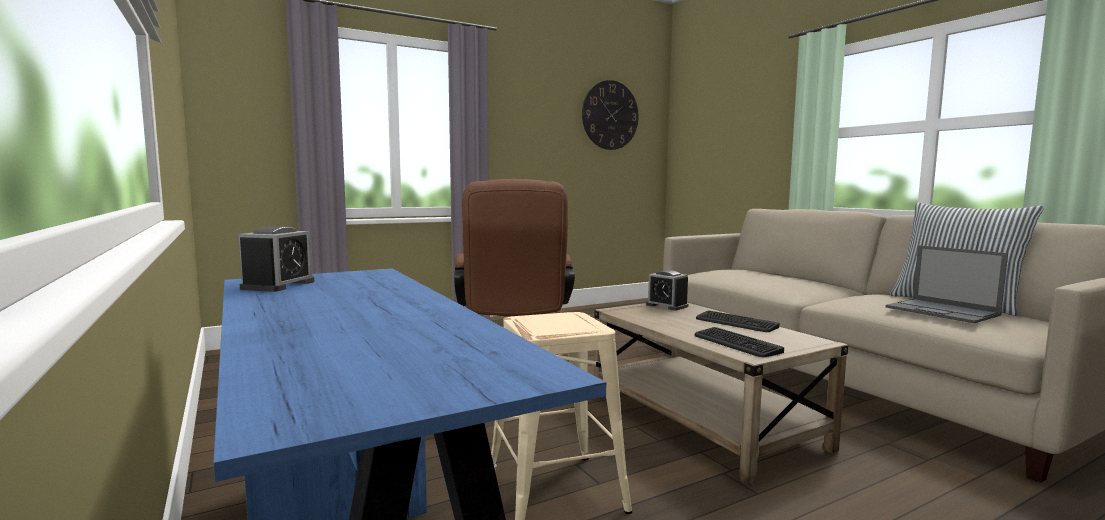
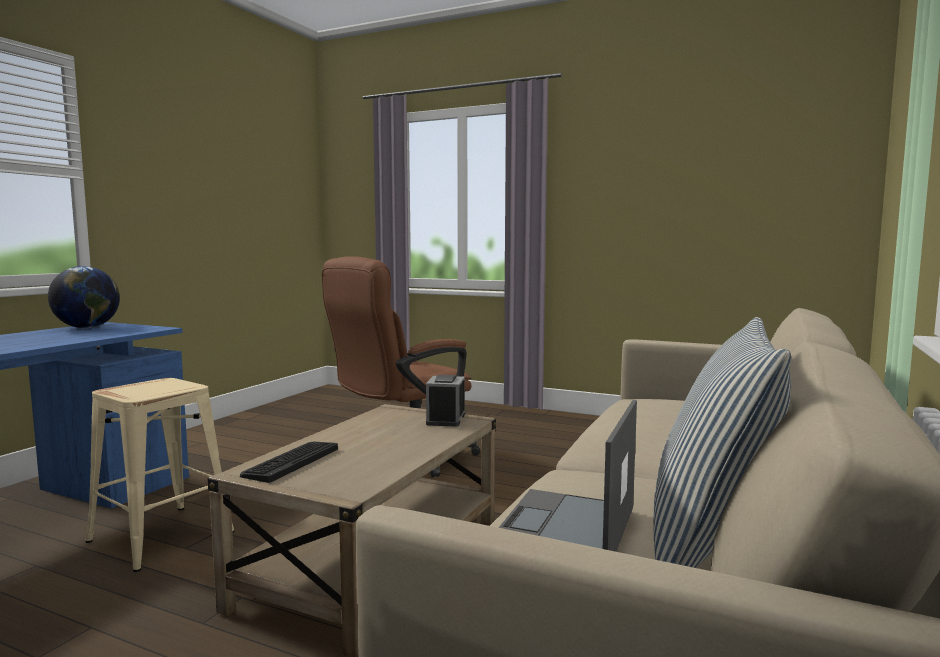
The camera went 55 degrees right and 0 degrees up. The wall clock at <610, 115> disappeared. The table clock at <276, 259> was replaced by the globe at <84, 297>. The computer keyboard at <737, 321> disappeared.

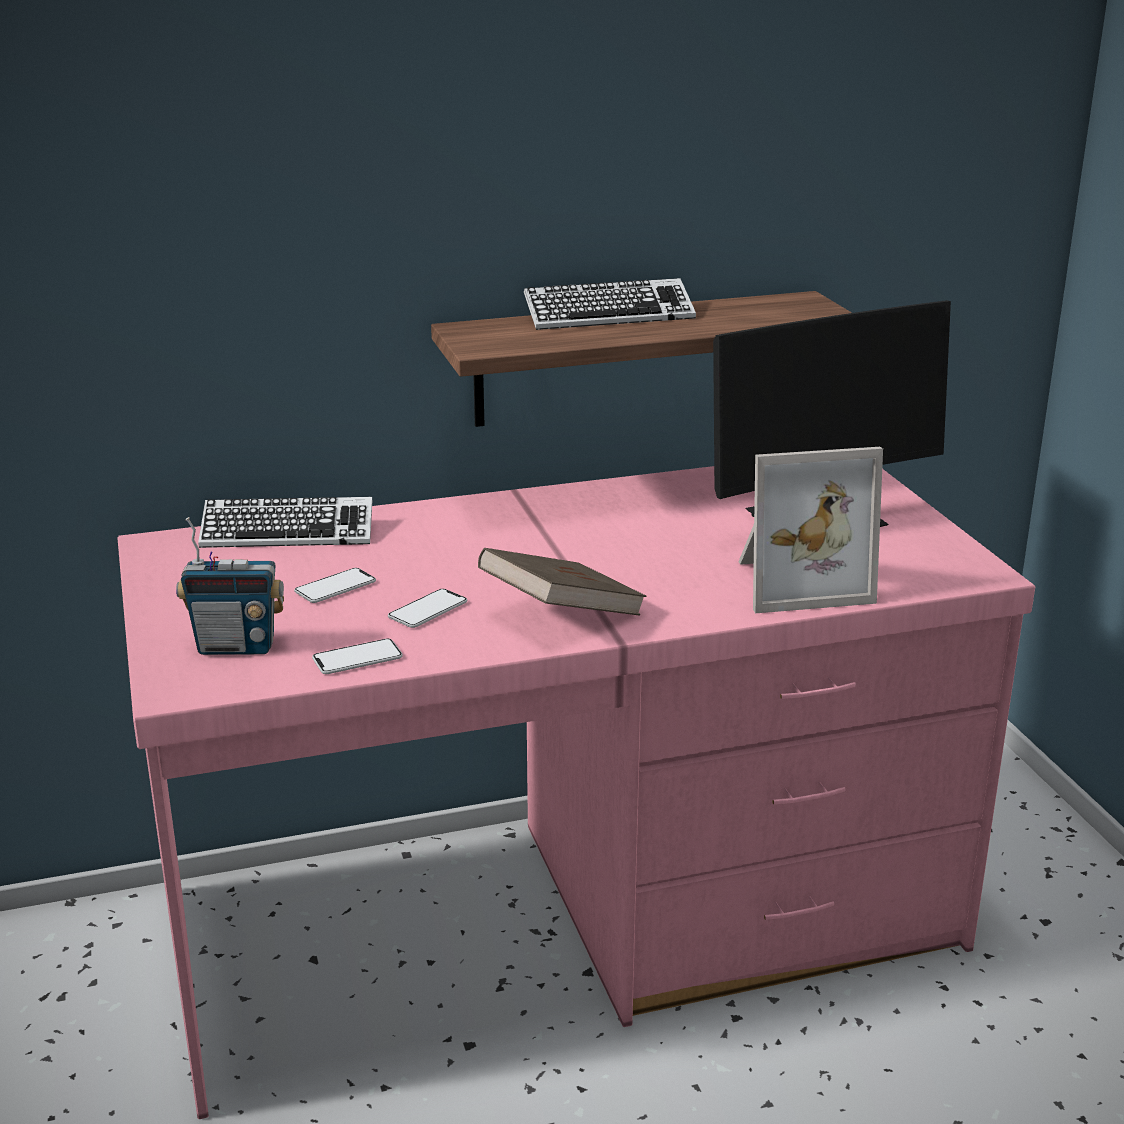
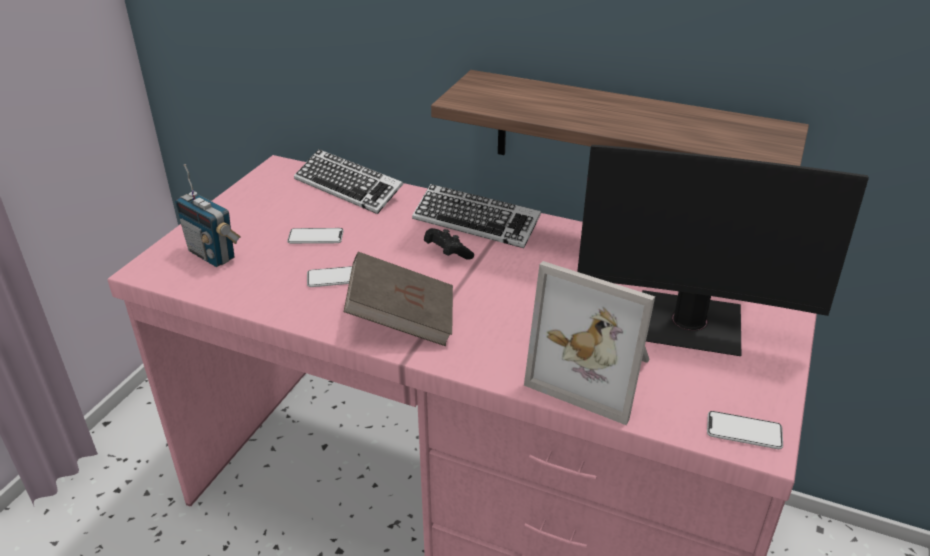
The camera went 40 degrees right and 10 degrees up. The computer keyboard moved from <610, 304> to <476, 216>. The phone moved from <357, 656> to <745, 430>. The black joypad at <449, 244> appeared.

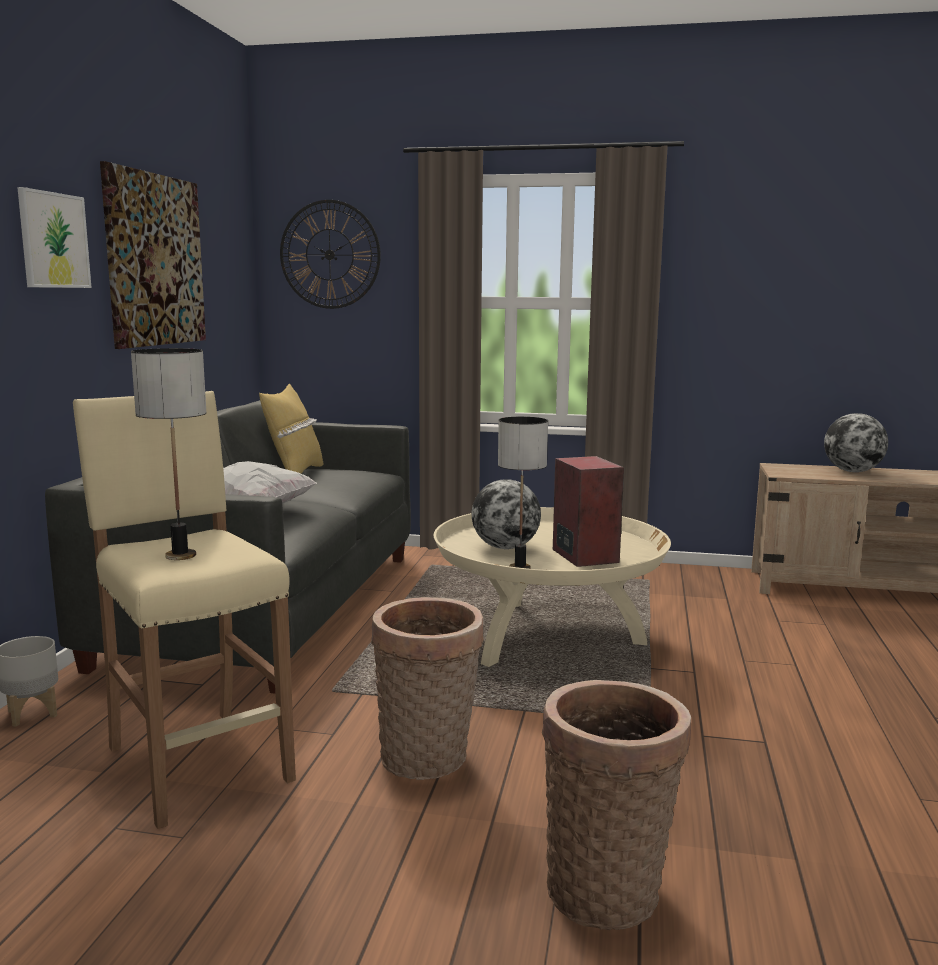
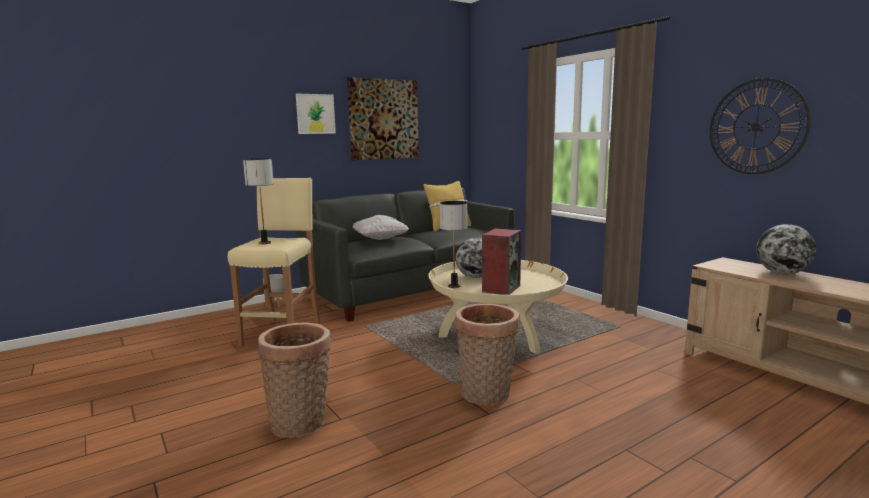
The camera went 45 degrees right and 0 degrees up. The wall clock moved from <330, 254> to <760, 126>. The storage basket moved from <427, 688> to <487, 354>.

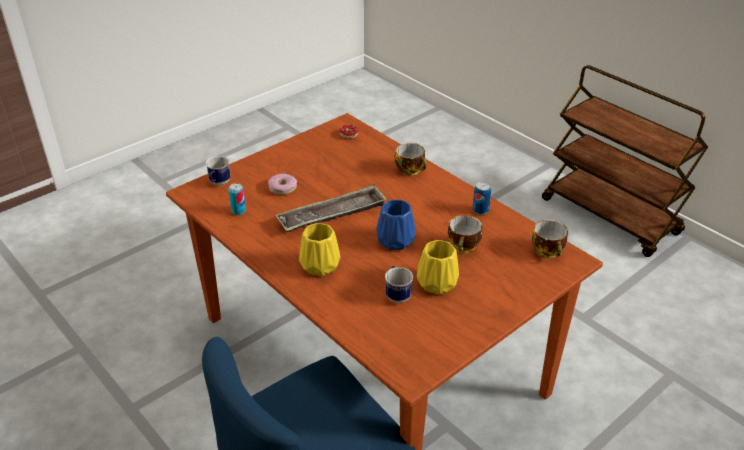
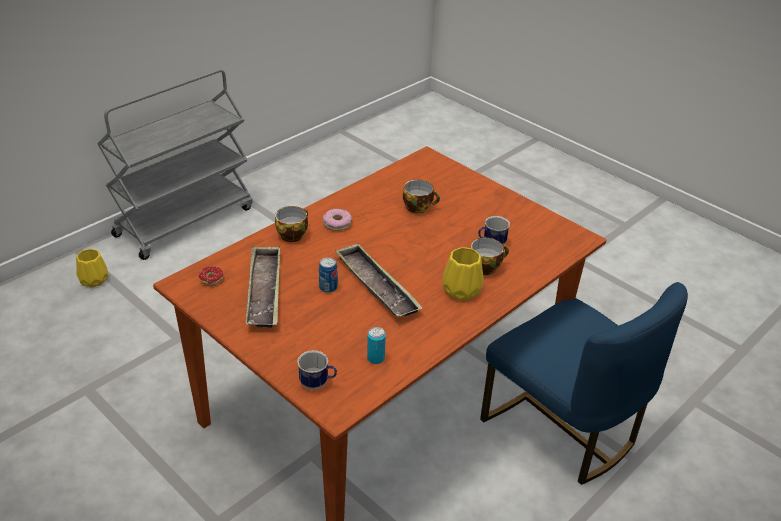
The camera went 95 degrees left and 0 degrees up. The brownish trolley at <625, 161> became the greyish trolley at <175, 164>. The doughnut moved from <282, 184> to <337, 219>. The metal can moved from <481, 198> to <328, 275>. The blue flower vase at <396, 225> disappeared. The cup moved from <550, 239> to <490, 256>. The yellow-coloured flower vase moved from <438, 267> to <92, 268>. The carrying tray at <263, 287> appeared.

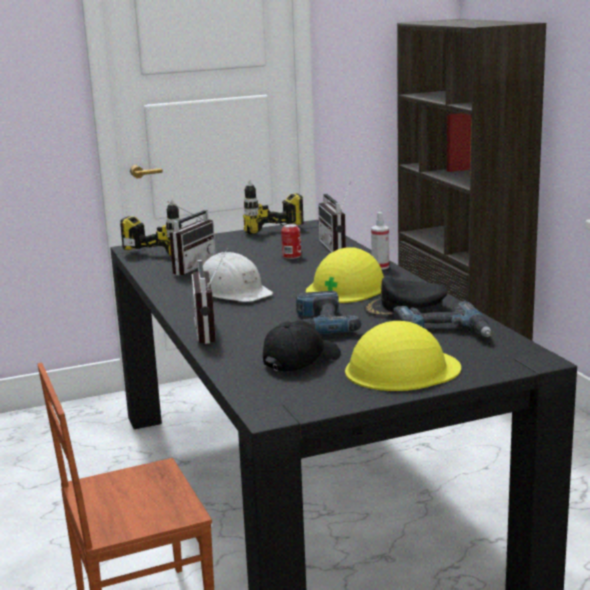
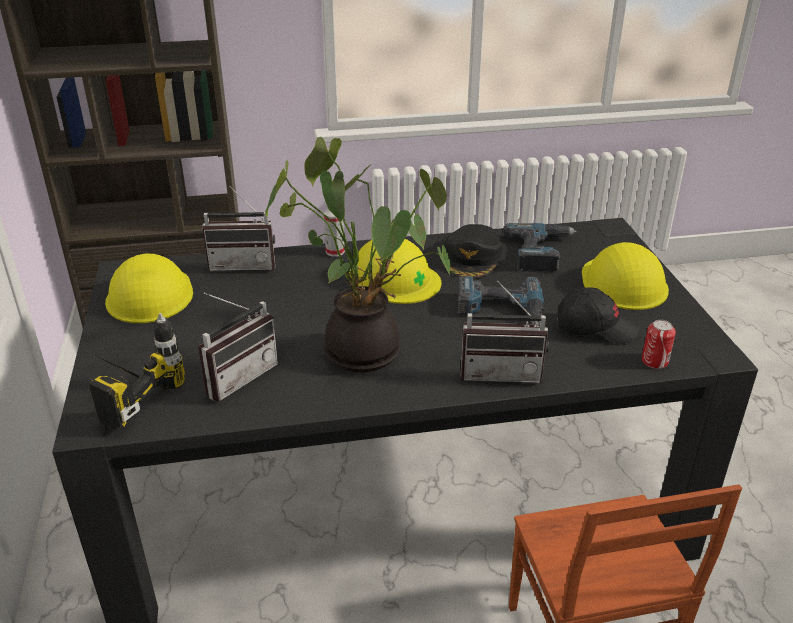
The camera went 80 degrees left and 15 degrees up. The power drill at <273, 207> was replaced by the yellow-coloured safety helmet at <149, 288>. The radio set at <191, 238> turned 90 degrees clockwise. The metal can moved from <291, 241> to <659, 344>. The white safety helmet at <238, 277> was replaced by the plant in a pot at <358, 254>. The black baseball cap at <302, 346> turned 135 degrees clockwise.

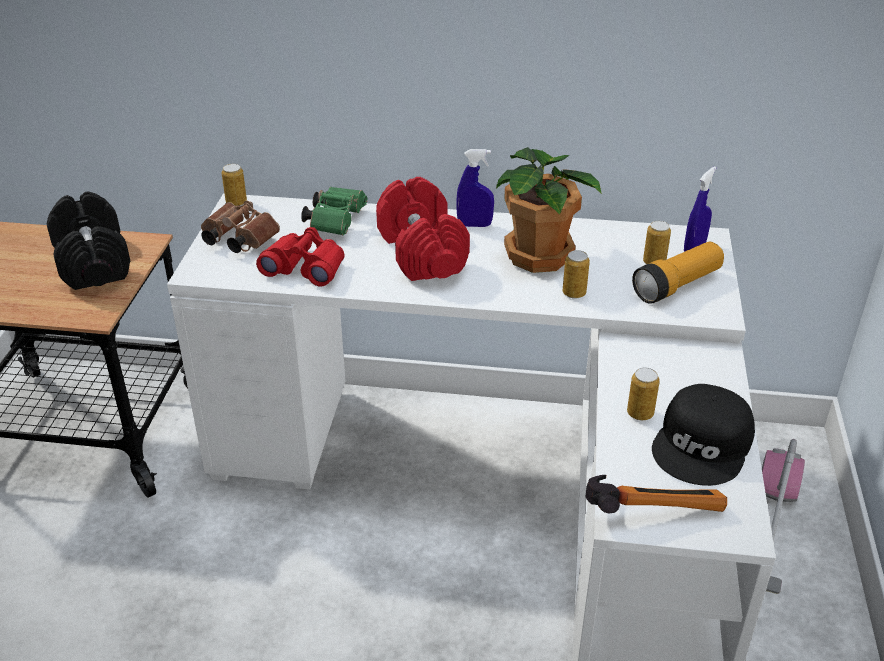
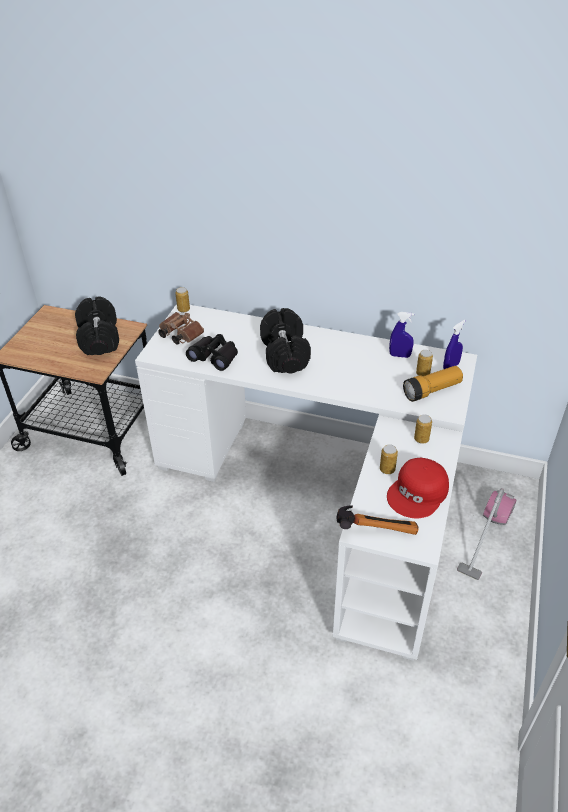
The camera went 10 degrees right and 5 degrees up. The plant in a pot at <549, 210> disappeared. The blue hand sprayer moved from <475, 188> to <401, 335>. The red free weight at <423, 229> became the black free weight at <285, 340>. The green-coloured binoculars at <334, 211> disappeared. The red binoculars at <300, 257> became the black binoculars at <212, 352>. The metal can moved from <576, 274> to <423, 429>. The black baseball cap at <703, 435> became the red baseball cap at <418, 488>.

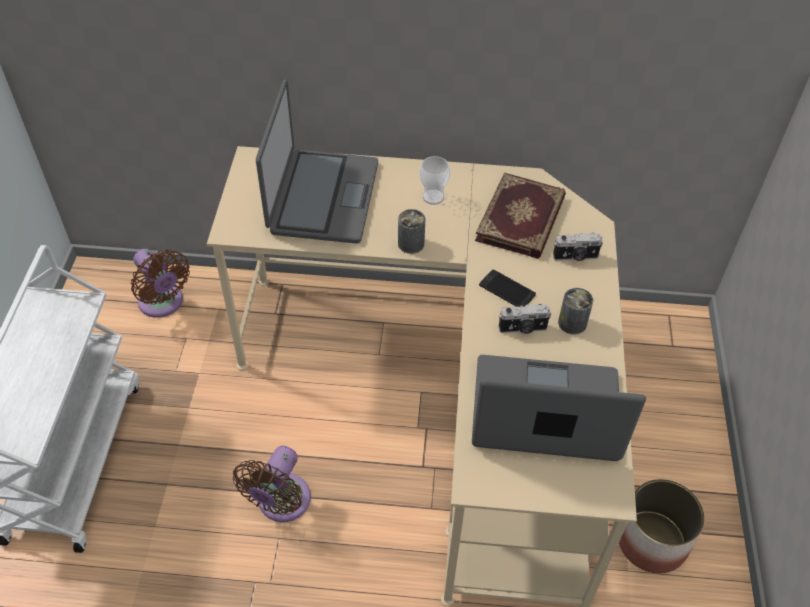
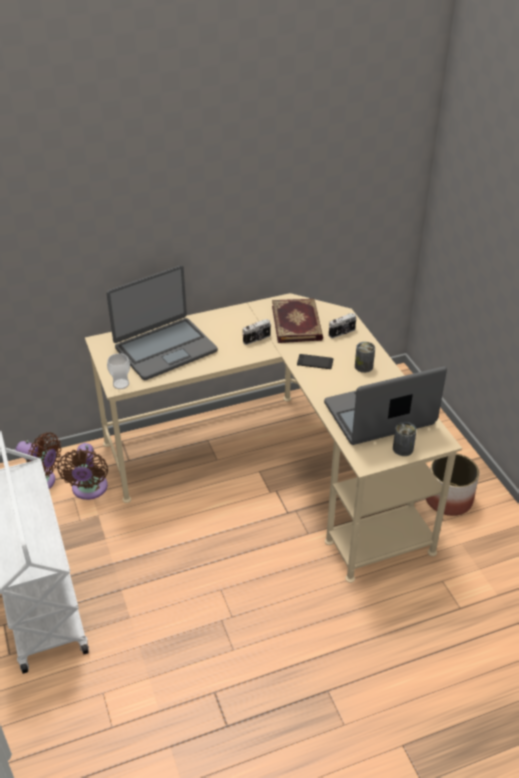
The camera went 25 degrees left and 10 degrees down. The laptop at <317, 161> turned 75 degrees clockwise. The cup moved from <434, 180> to <118, 371>. The metal can moved from <412, 231> to <405, 439>. The photo camera moved from <525, 319> to <256, 332>. The brownish electric fan moved from <272, 483> to <82, 471>.

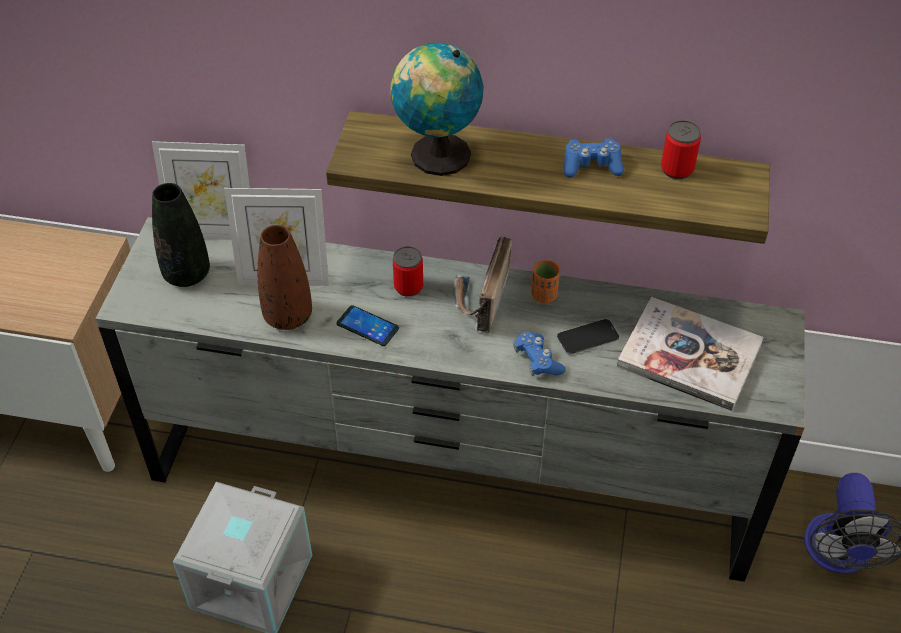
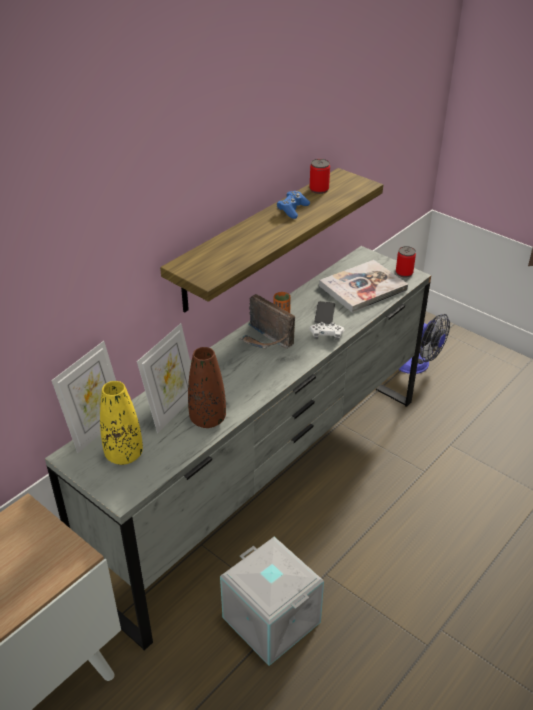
The camera went 60 degrees left and 10 degrees down. The globe at <437, 109> disappeared. The black flower vase at <181, 235> became the yellow-coloured flower vase at <121, 423>. The metal can moved from <408, 271> to <406, 261>. The phone at <367, 325> disappeared. The blue joypad at <539, 354> became the white joypad at <326, 331>.

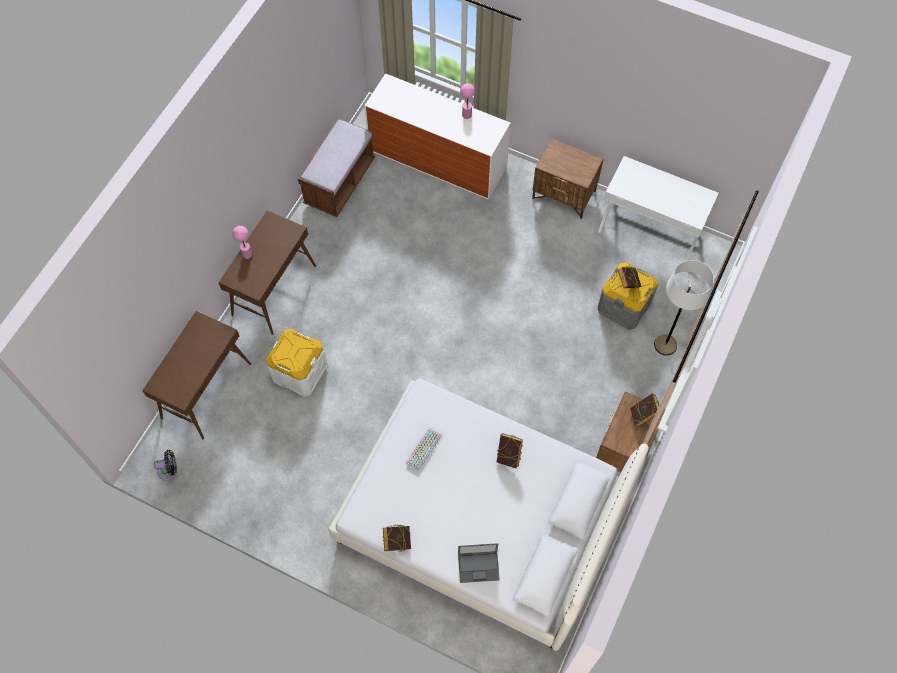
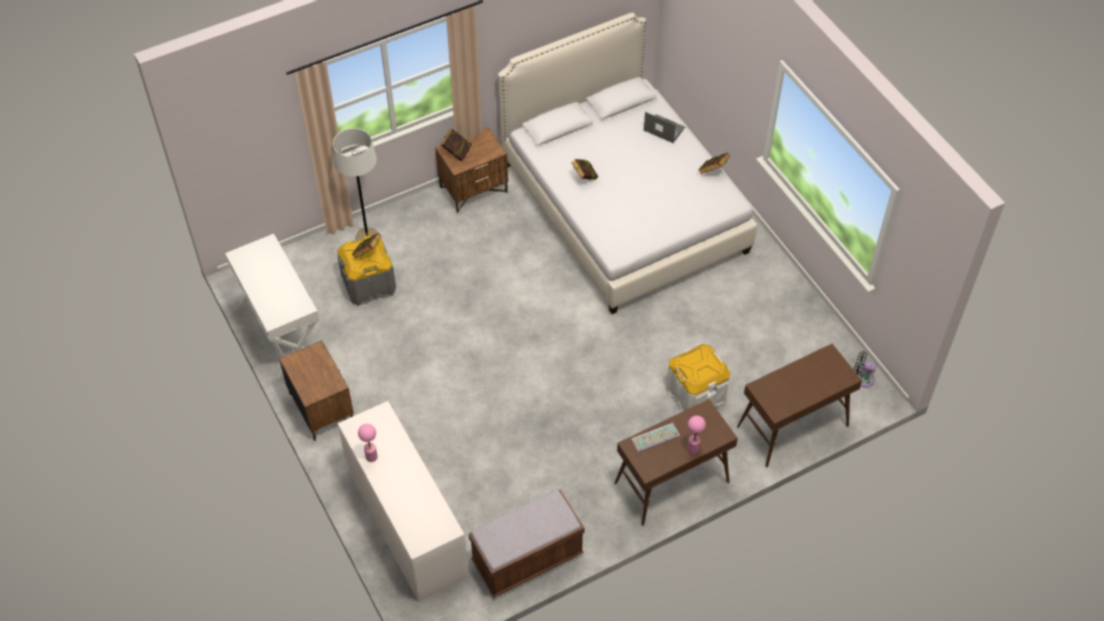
The camera went 145 degrees left and 10 degrees down. The computer keyboard moved from <424, 449> to <655, 437>.

